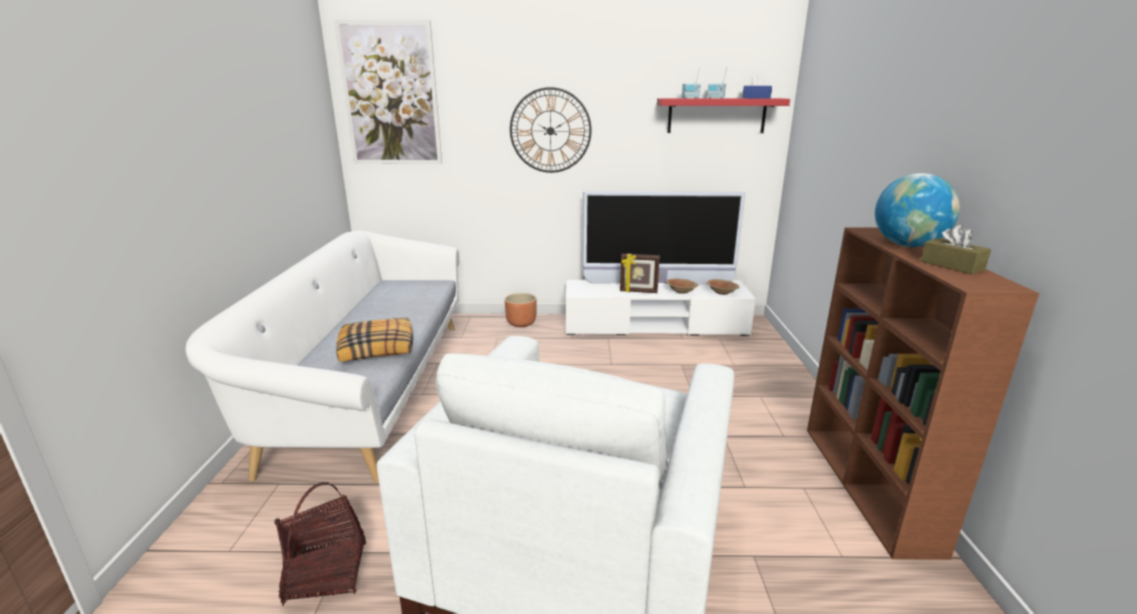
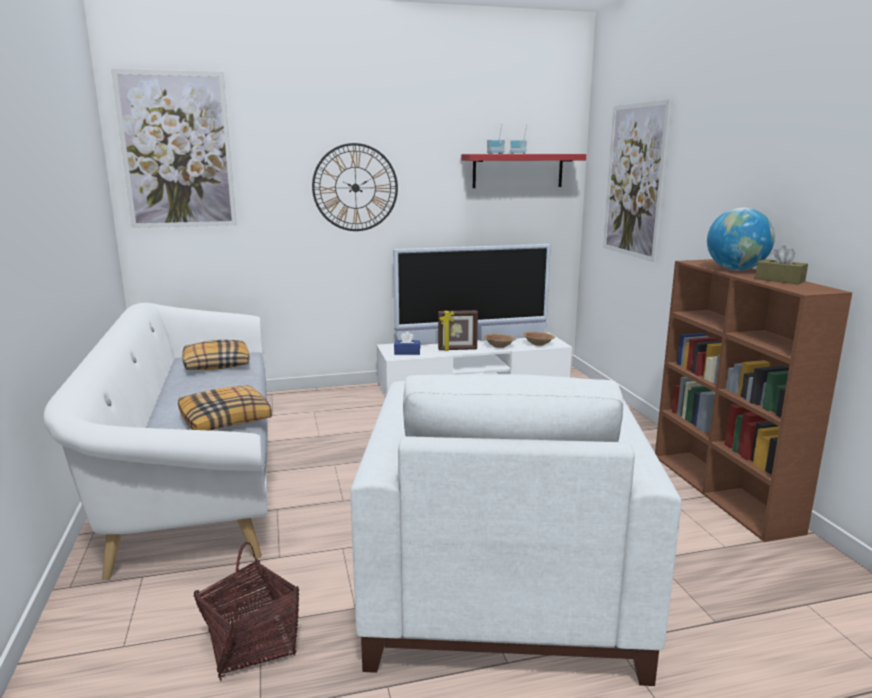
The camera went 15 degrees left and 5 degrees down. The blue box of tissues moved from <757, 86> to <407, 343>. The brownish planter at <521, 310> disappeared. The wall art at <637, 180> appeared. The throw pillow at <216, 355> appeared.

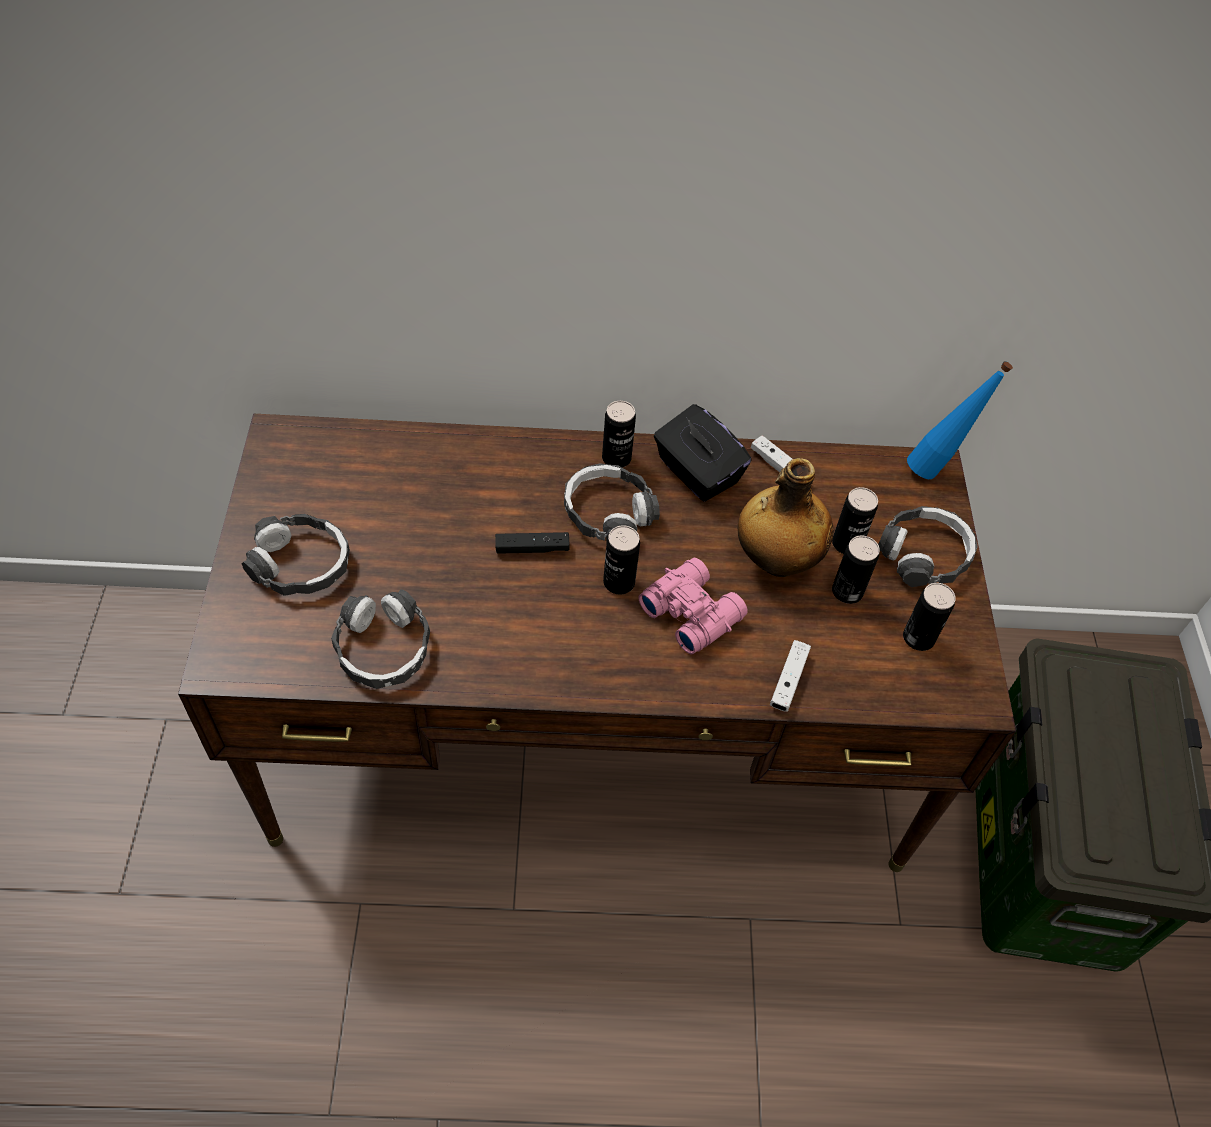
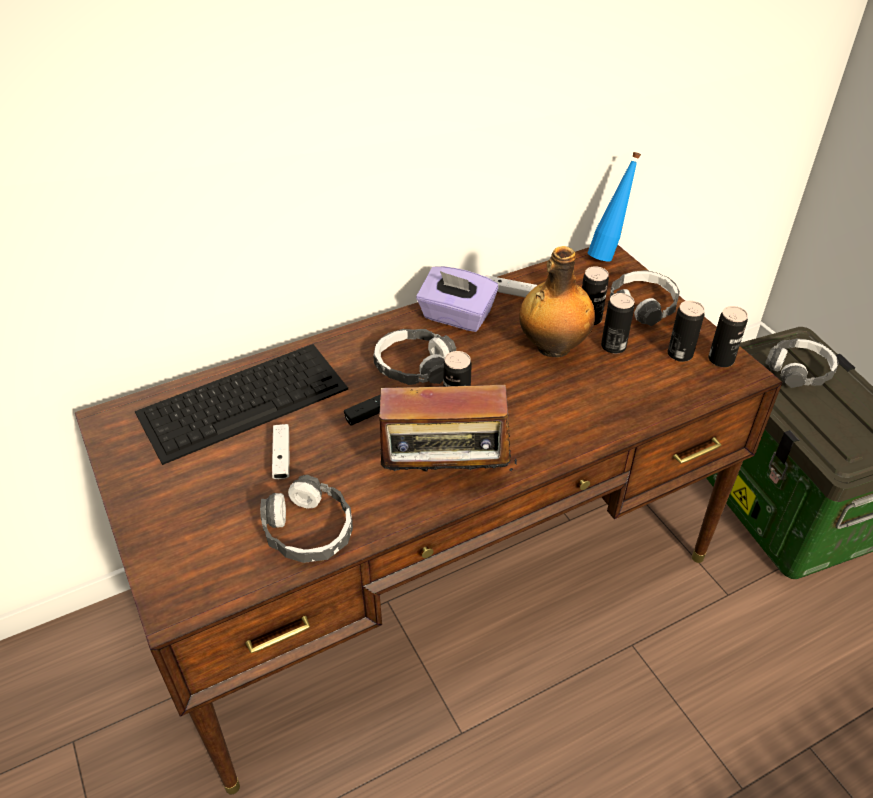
The camera went 25 degrees left and 10 degrees down. The metal can moved from <619, 434> to <728, 336>. The black box of tissues at <703, 453> became the purplish box of tissues at <457, 299>. The headphones moved from <296, 555> to <802, 363>. The pink binoculars at <693, 606> disappeared. The white joypad moved from <790, 676> to <280, 451>. The computer keyboard at <241, 404> appeared. The radio set at <443, 437> appeared.

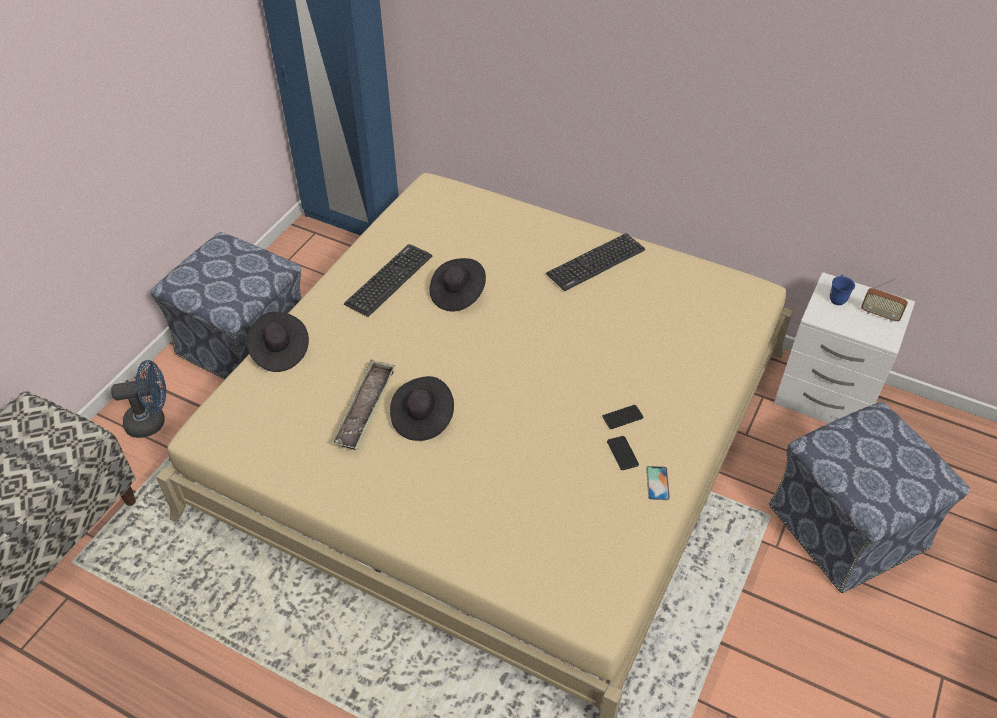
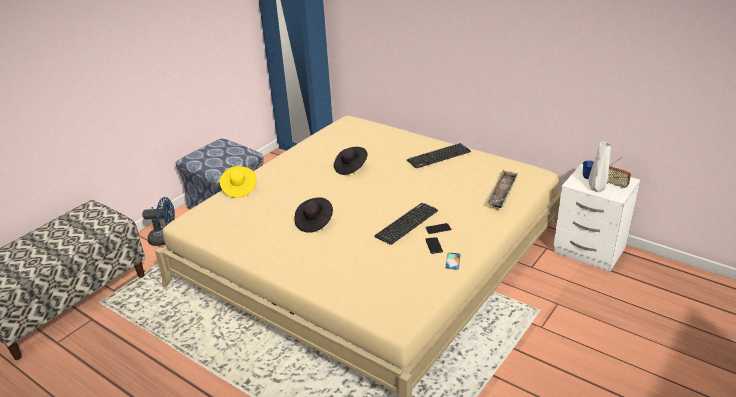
The camera went 10 degrees right and 15 degrees down. The computer keyboard moved from <388, 280> to <406, 224>. The black wearable hat at <277, 342> became the yellow-coloured wearable hat at <238, 182>. The carrying tray moved from <363, 404> to <502, 189>. The footrest at <869, 497> disappeared. The white flower vase at <599, 167> appeared.

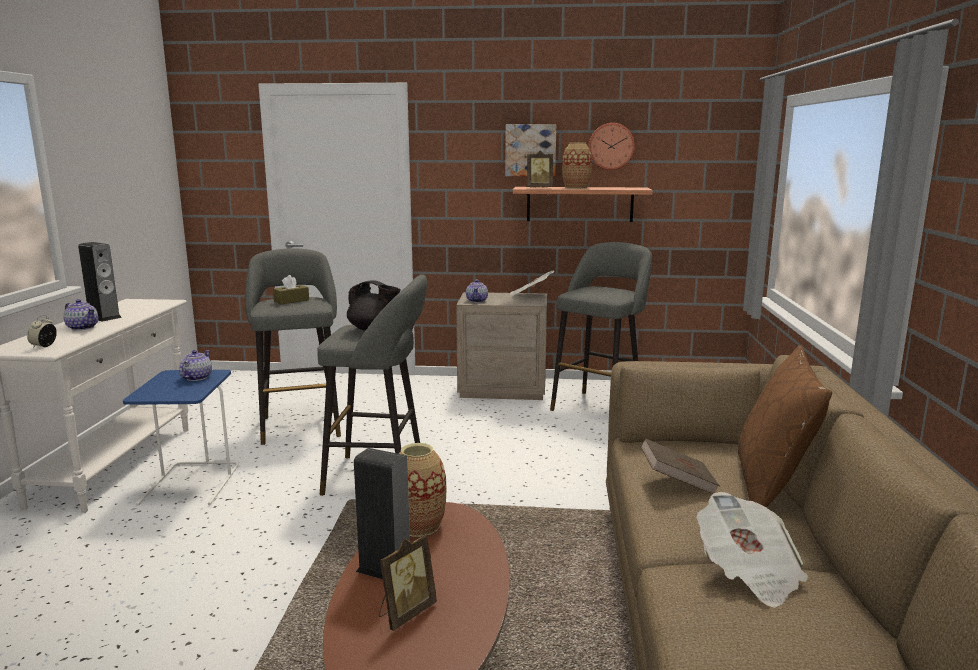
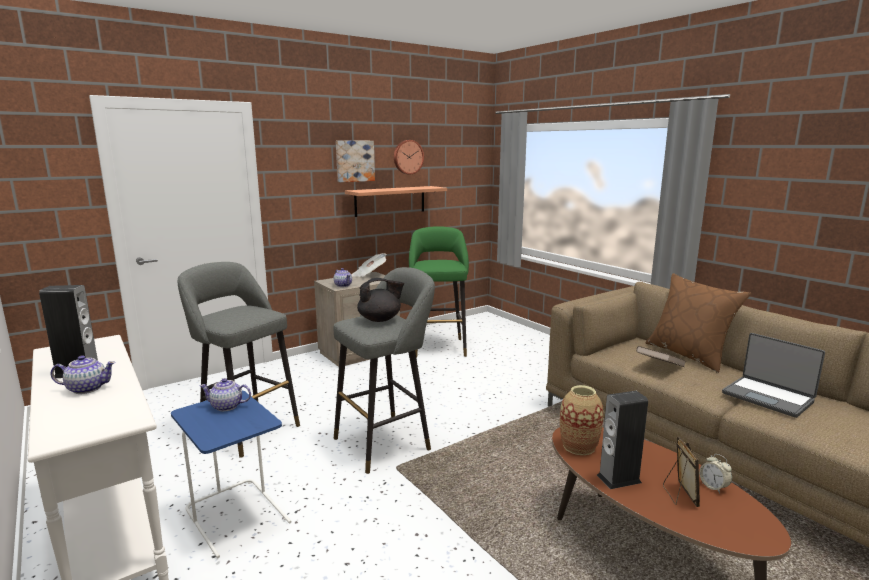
The camera went 40 degrees left and 0 degrees up. The flower vase at <577, 166> disappeared. The standing frame at <540, 169> disappeared. The greyish sitting stool at <601, 326> became the green-coloured sitting stool at <439, 292>. The brownish box of tissues at <291, 289> disappeared. The table clock moved from <42, 331> to <715, 473>. The pot for tea at <195, 365> turned 60 degrees counterclockwise. The daily paper at <752, 550> was replaced by the laptop at <773, 375>.

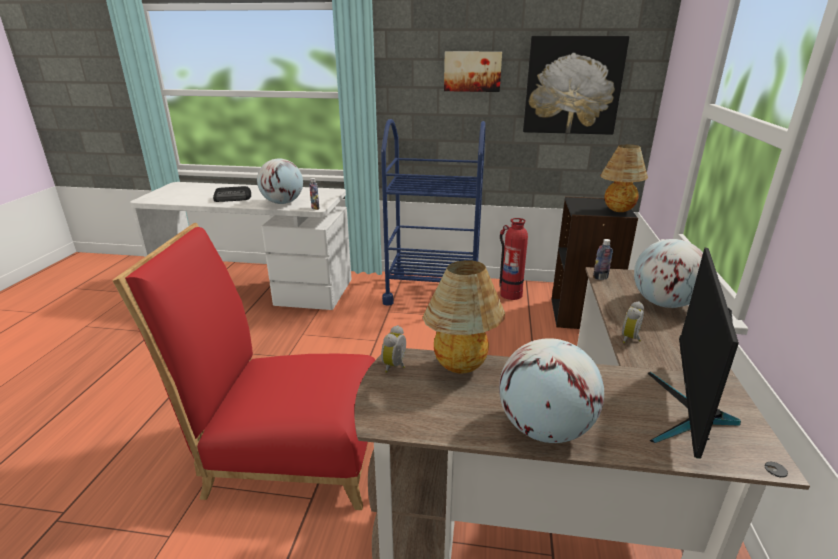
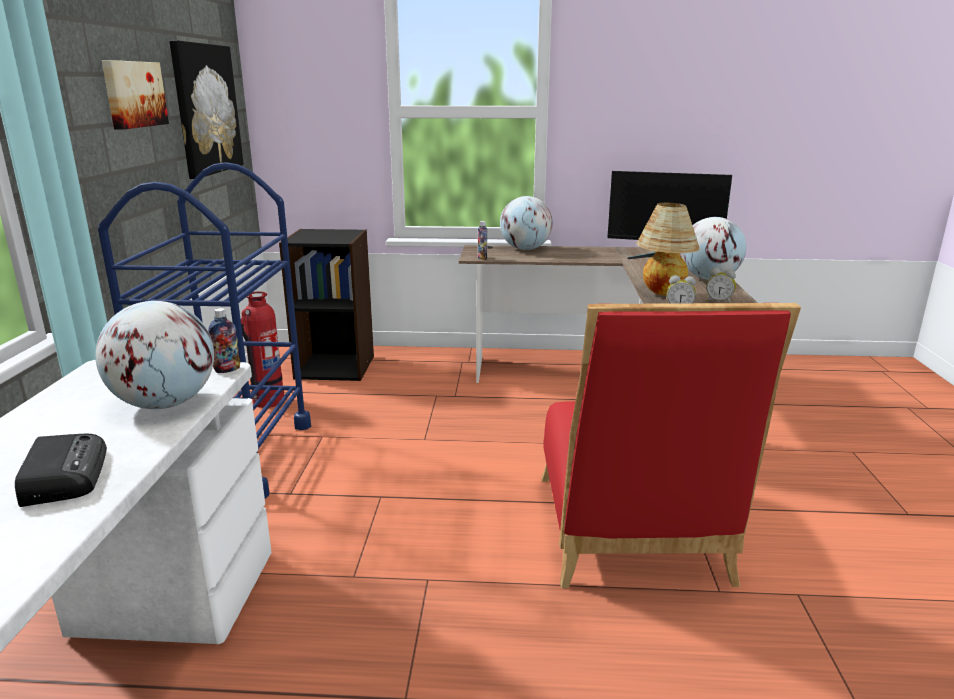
The camera went 95 degrees left and 5 degrees down. The tabletop lamp at <624, 178> disappeared. The table clock moved from <633, 322> to <721, 285>.

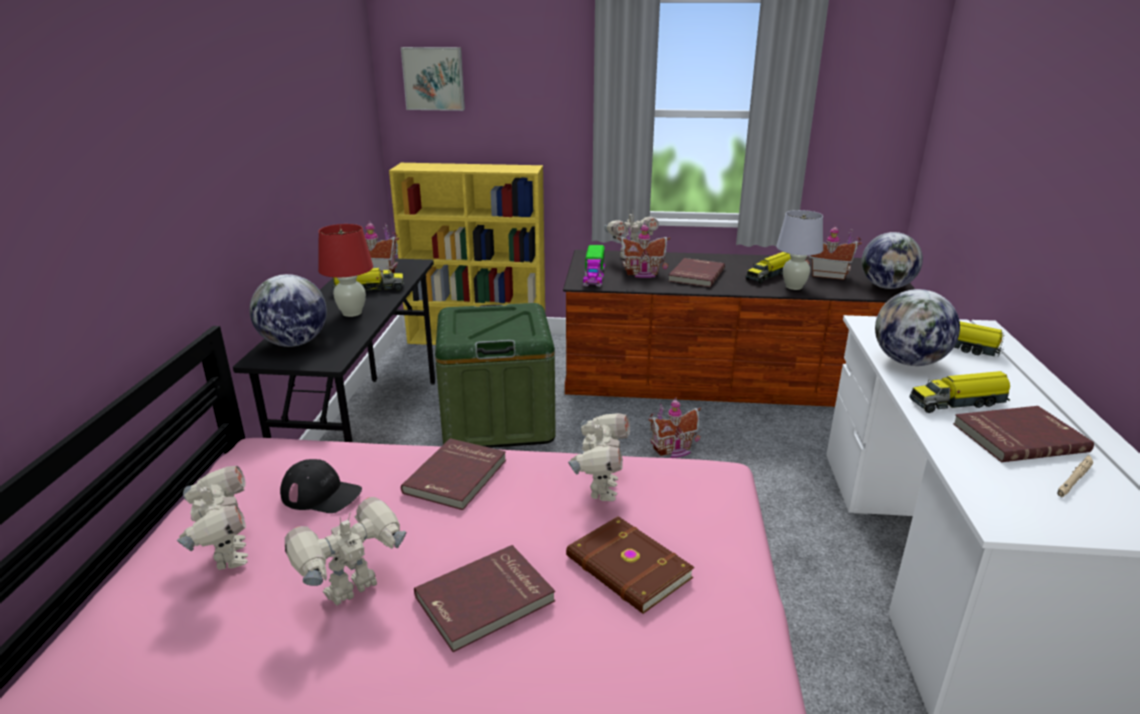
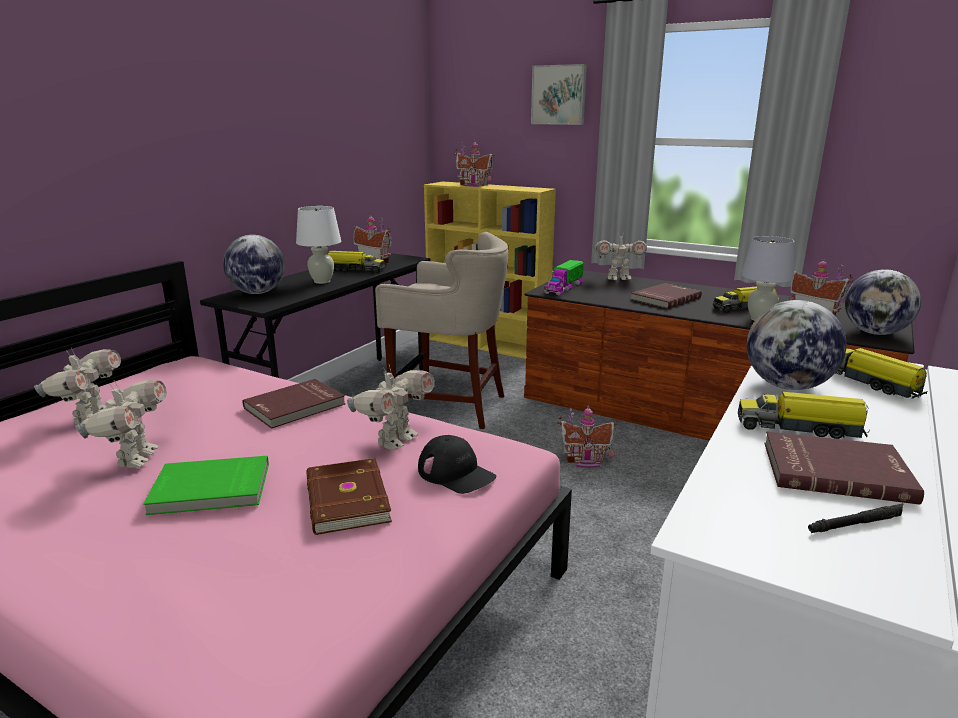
The camera went 25 degrees right and 5 degrees down. The wall art moved from <433, 79> to <559, 94>. The miniature house moved from <643, 250> to <475, 163>. The red tabletop lamp at <345, 270> became the white tabletop lamp at <318, 245>. The green-coloured storage box at <495, 375> was replaced by the sand-coloured sitting stool at <441, 330>. The sand-coloured torch at <1075, 476> became the black torch at <856, 518>. The black baseball cap moved from <321, 486> to <457, 464>. The model robot at <345, 551> turned 105 degrees clockwise. The red volume at <484, 598> became the green-coloured volume at <206, 485>.

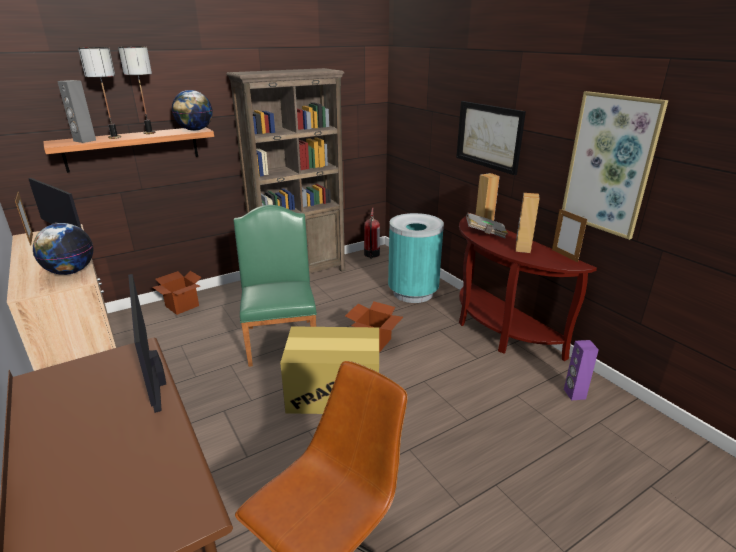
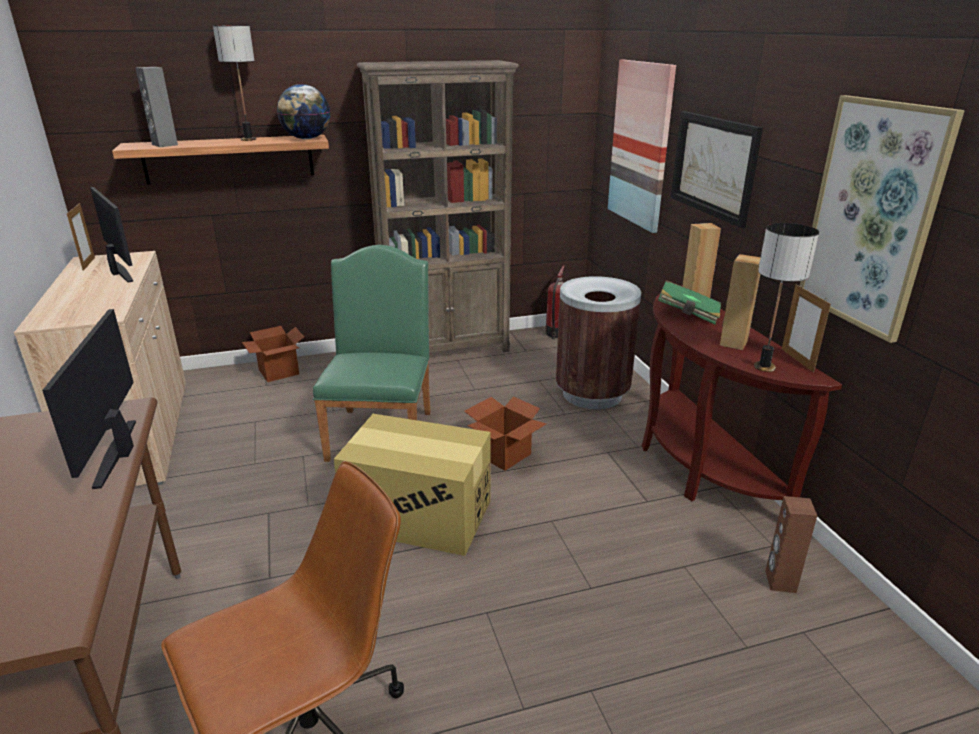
The camera went 15 degrees right and 0 degrees up. The tabletop lamp moved from <99, 93> to <786, 297>. The blue-green rubbish bin at <416, 258> became the brownish rubbish bin at <598, 342>. The greyish volume at <487, 225> became the green-coloured volume at <689, 302>. The globe at <63, 249> disappeared. The purplish speaker at <581, 370> became the brownish speaker at <791, 544>. The wall art at <642, 146> appeared.

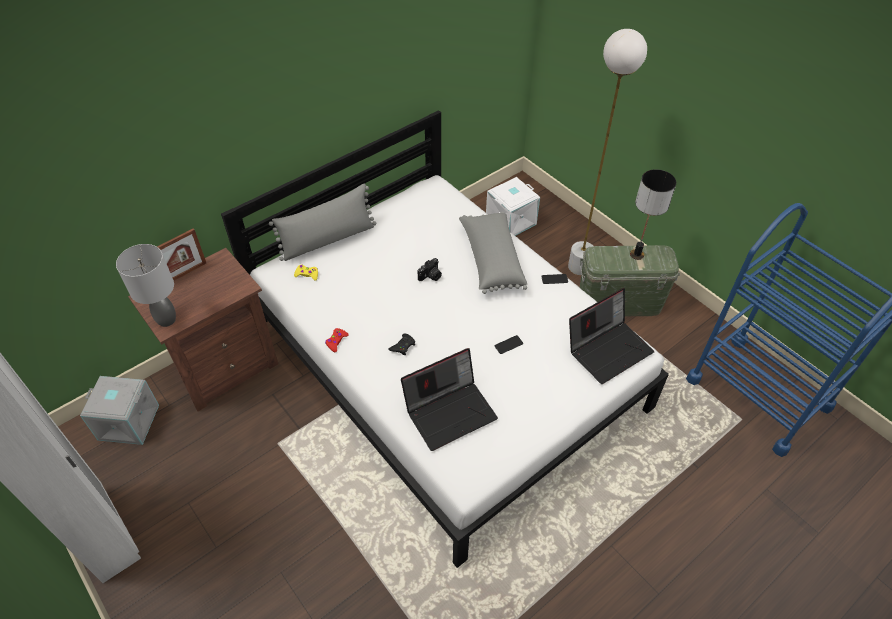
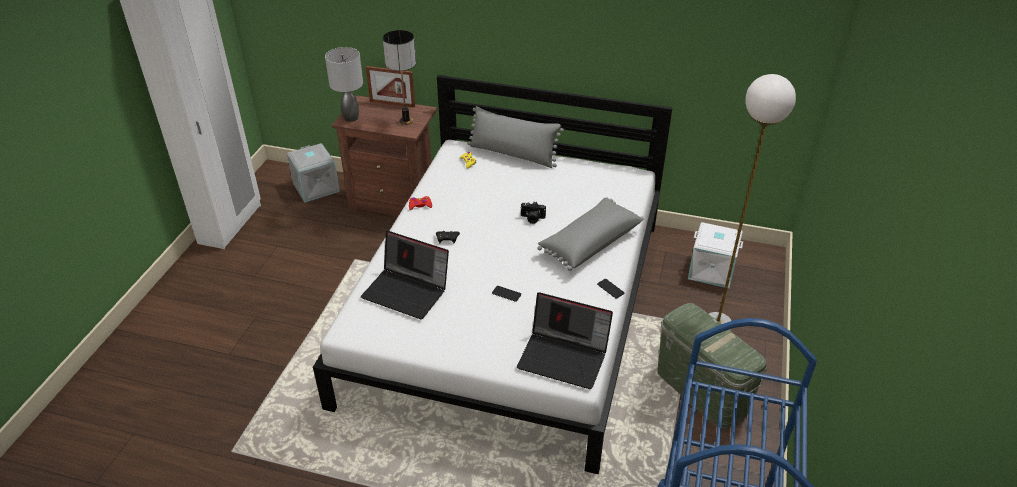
The camera went 55 degrees right and 10 degrees down. The tabletop lamp moved from <653, 214> to <399, 77>.

